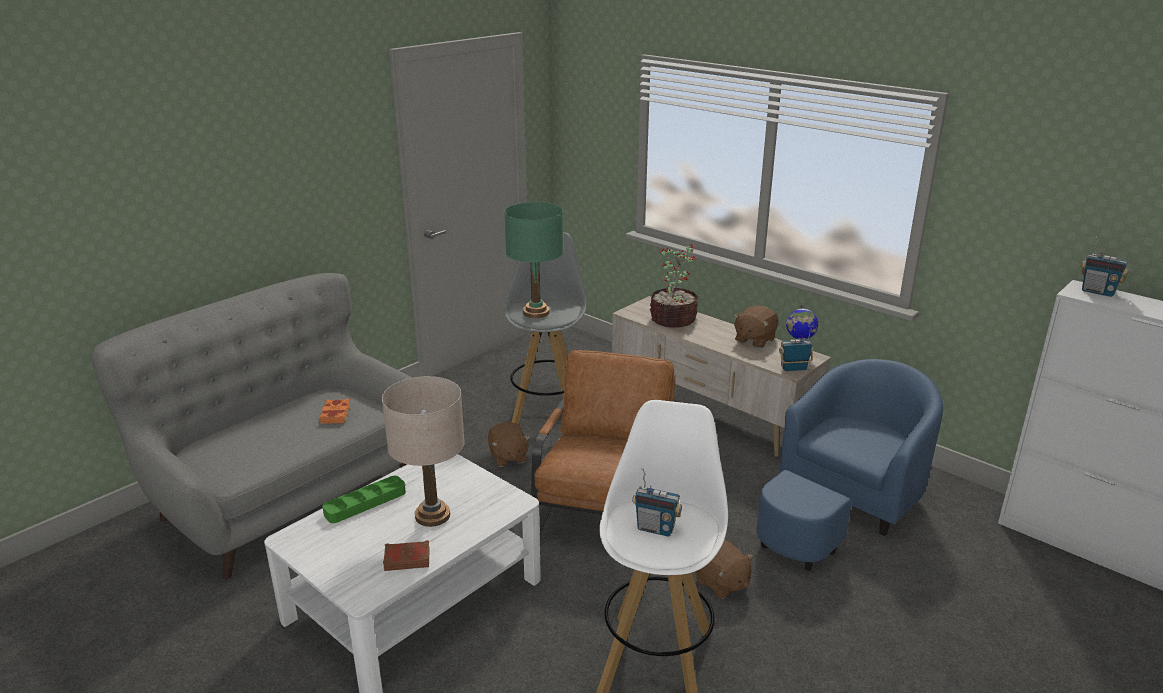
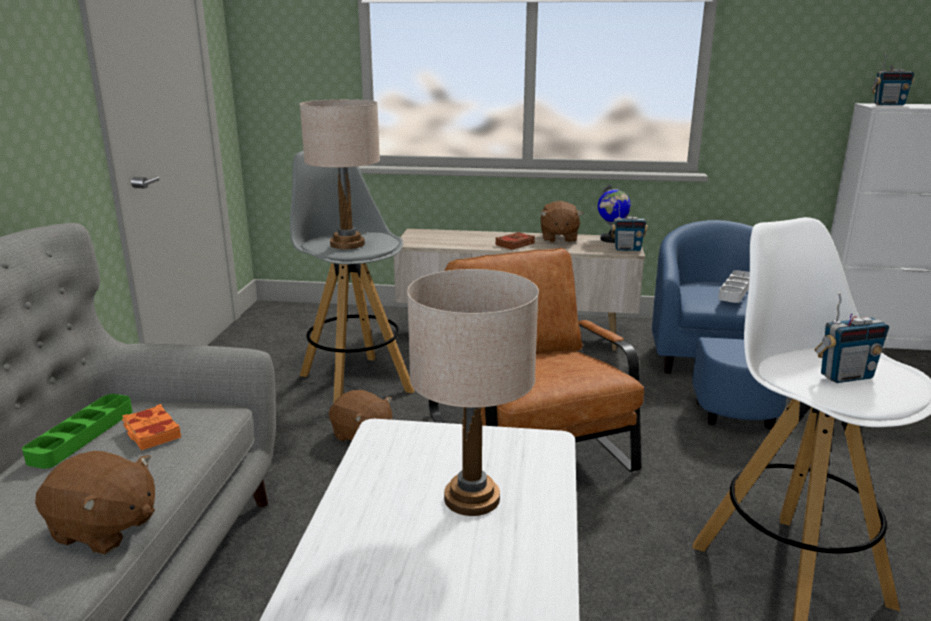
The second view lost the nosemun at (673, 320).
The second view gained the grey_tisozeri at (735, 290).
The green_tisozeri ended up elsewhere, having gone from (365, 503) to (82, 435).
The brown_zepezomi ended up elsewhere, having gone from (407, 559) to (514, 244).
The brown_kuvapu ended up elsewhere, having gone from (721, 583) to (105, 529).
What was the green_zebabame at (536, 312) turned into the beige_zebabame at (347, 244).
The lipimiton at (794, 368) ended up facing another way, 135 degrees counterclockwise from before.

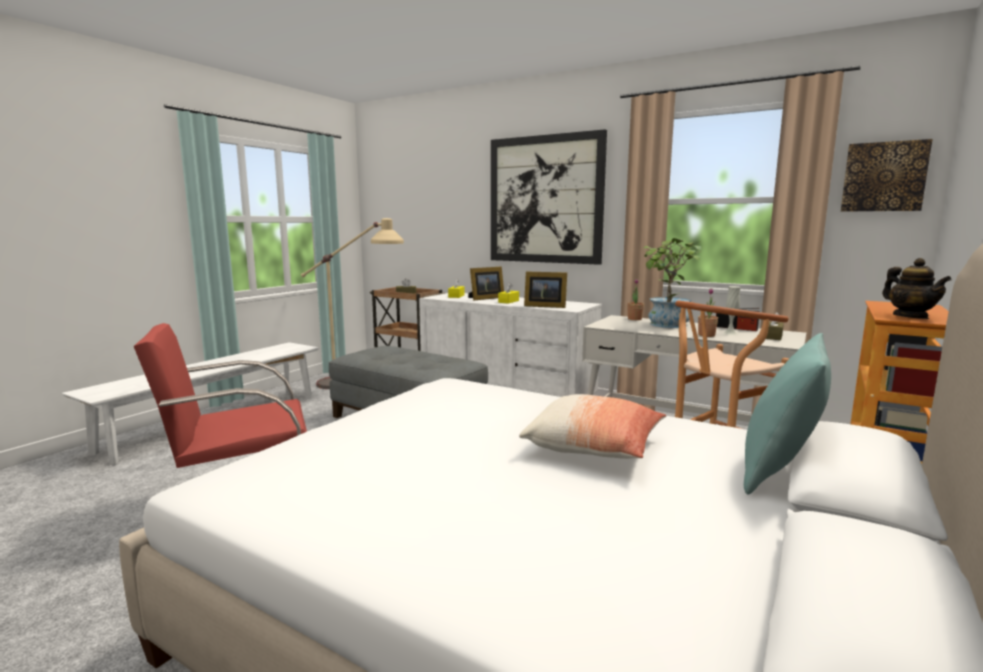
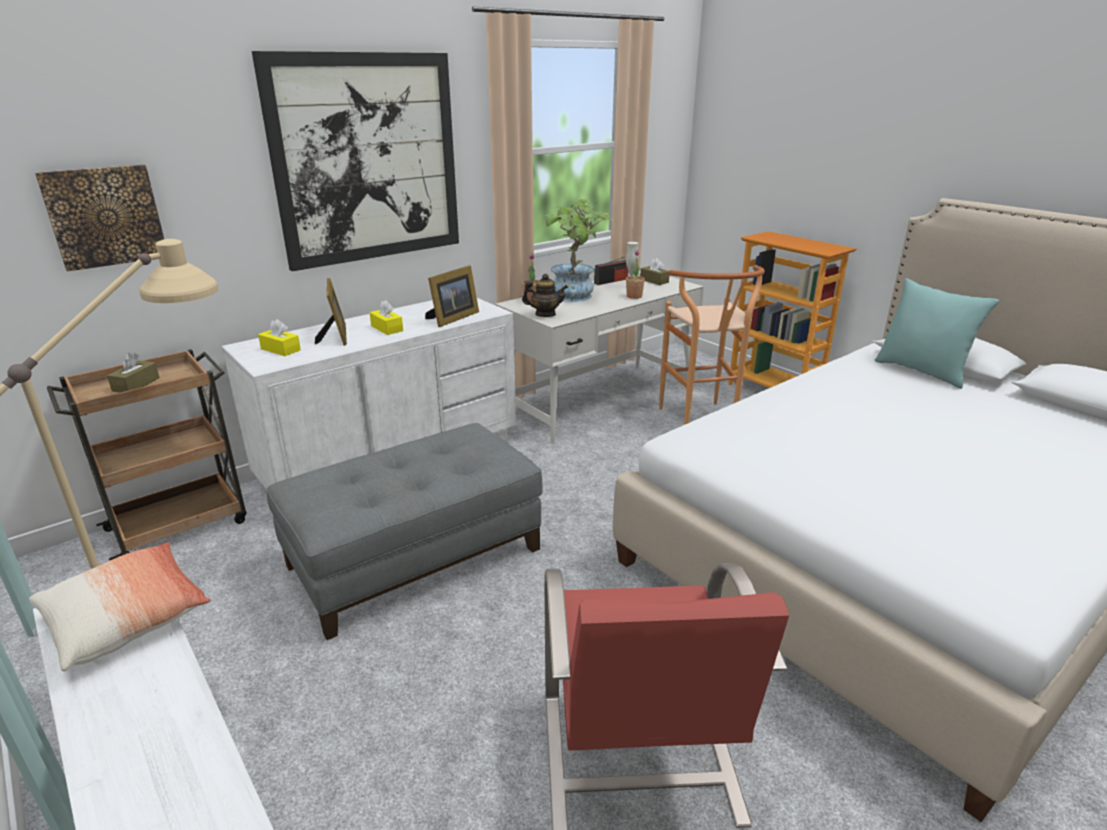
The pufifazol ended up elsewhere, having gone from (594, 446) to (127, 618).
The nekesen ended up elsewhere, having gone from (884, 177) to (105, 216).
The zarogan ended up elsewhere, having gone from (910, 317) to (545, 314).

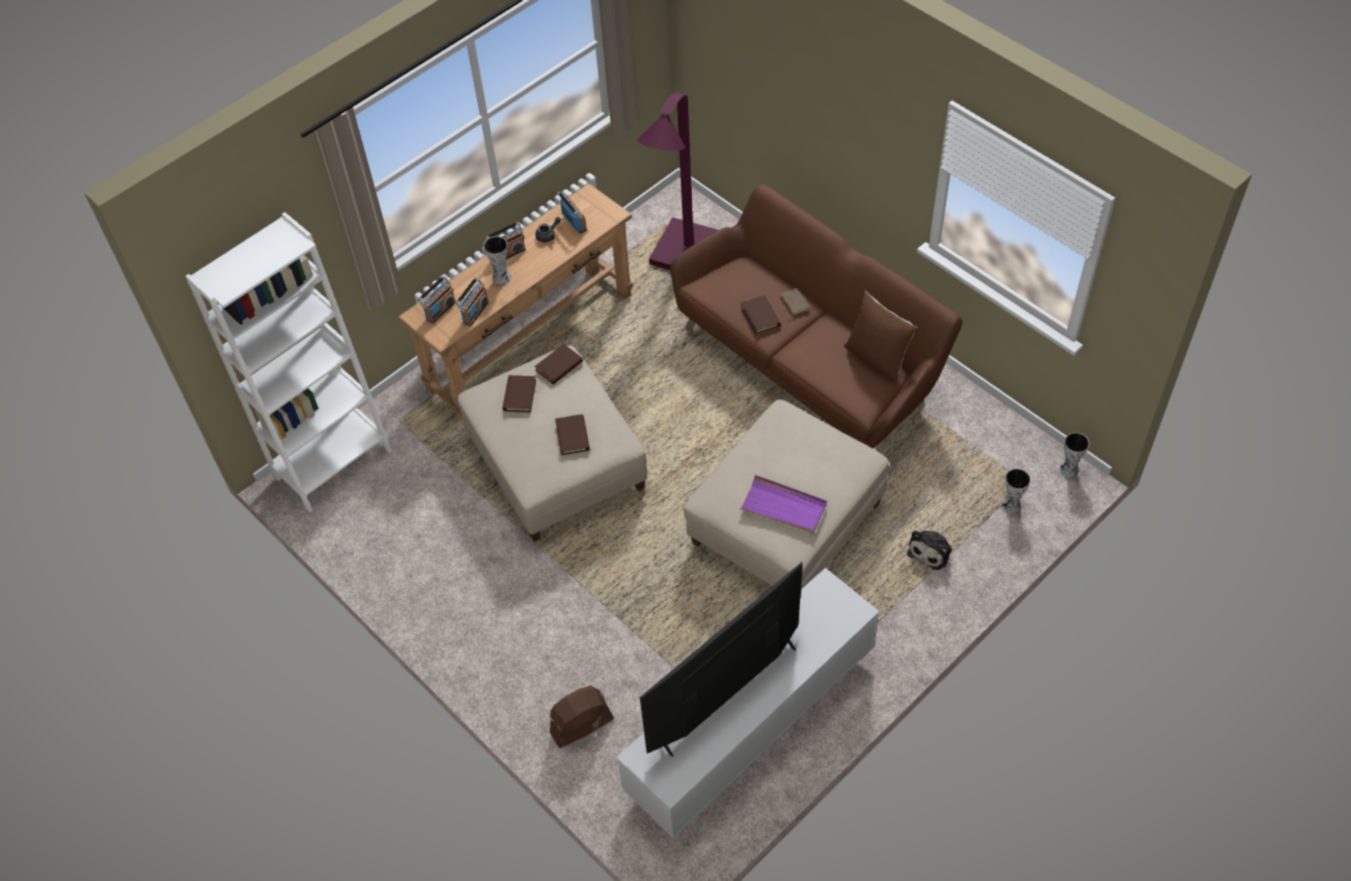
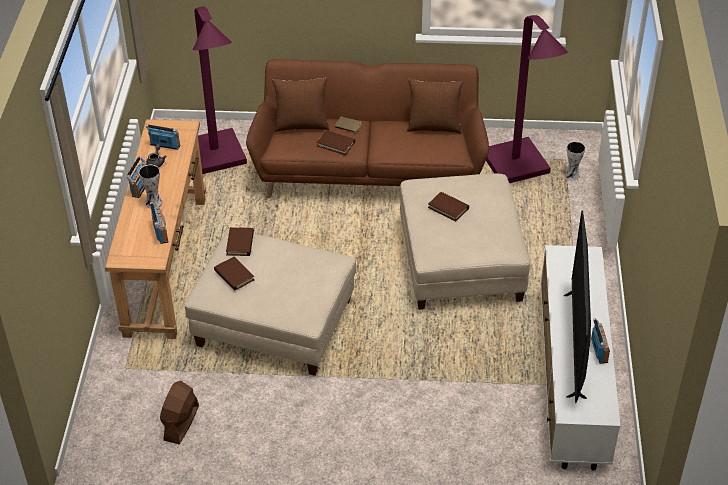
The second view lost the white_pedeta at (333, 464).
The second view lost the purple_tisozeri at (783, 507).
The second view lost the kuvapu at (931, 550).
The second view lost the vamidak at (1069, 471).
The second view gained the brown_pufifazol at (301, 125).
The second view gained the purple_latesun at (519, 170).
The lipimiton ended up elsewhere, having gone from (440, 310) to (599, 350).
The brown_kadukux ended up elsewhere, having gone from (581, 725) to (181, 423).
The brown_zepezomi ended up elsewhere, having gone from (572, 436) to (448, 208).

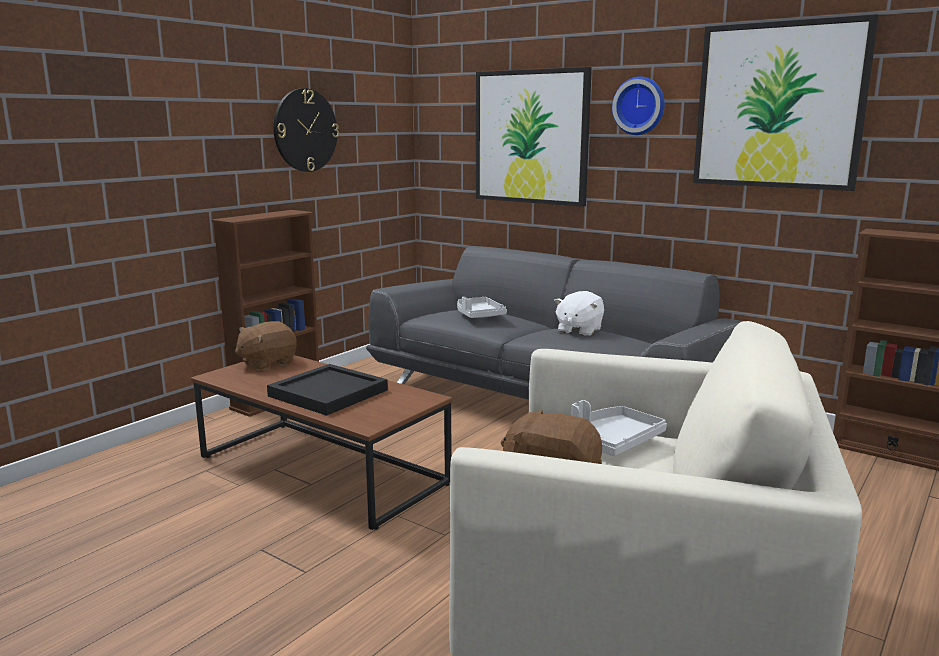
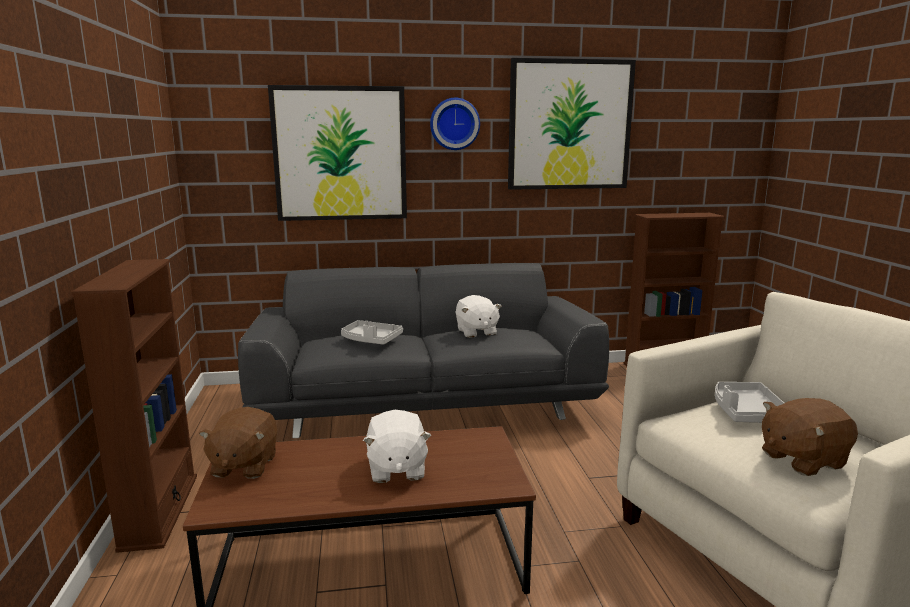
The second view lost the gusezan at (305, 130).
Where the black_tisozeri stood at (329, 393), the white_kuvapu came to stand at (396, 469).

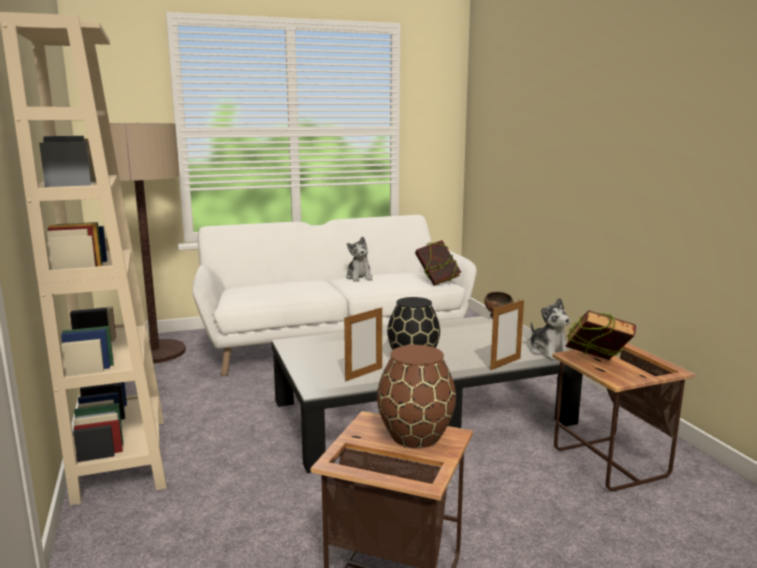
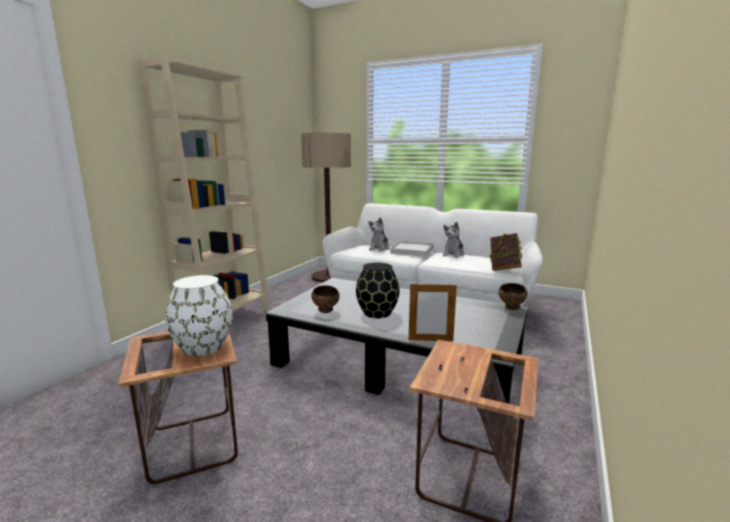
The second view lost the zepezomi at (596, 365).
The second view gained the white_tisozeri at (412, 251).
The kuvapu ended up elsewhere, having gone from (549, 351) to (379, 248).
Where the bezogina stood at (364, 374), the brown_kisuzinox came to stand at (326, 311).
What was the brown_vamidak at (414, 436) turned into the white_vamidak at (204, 346).

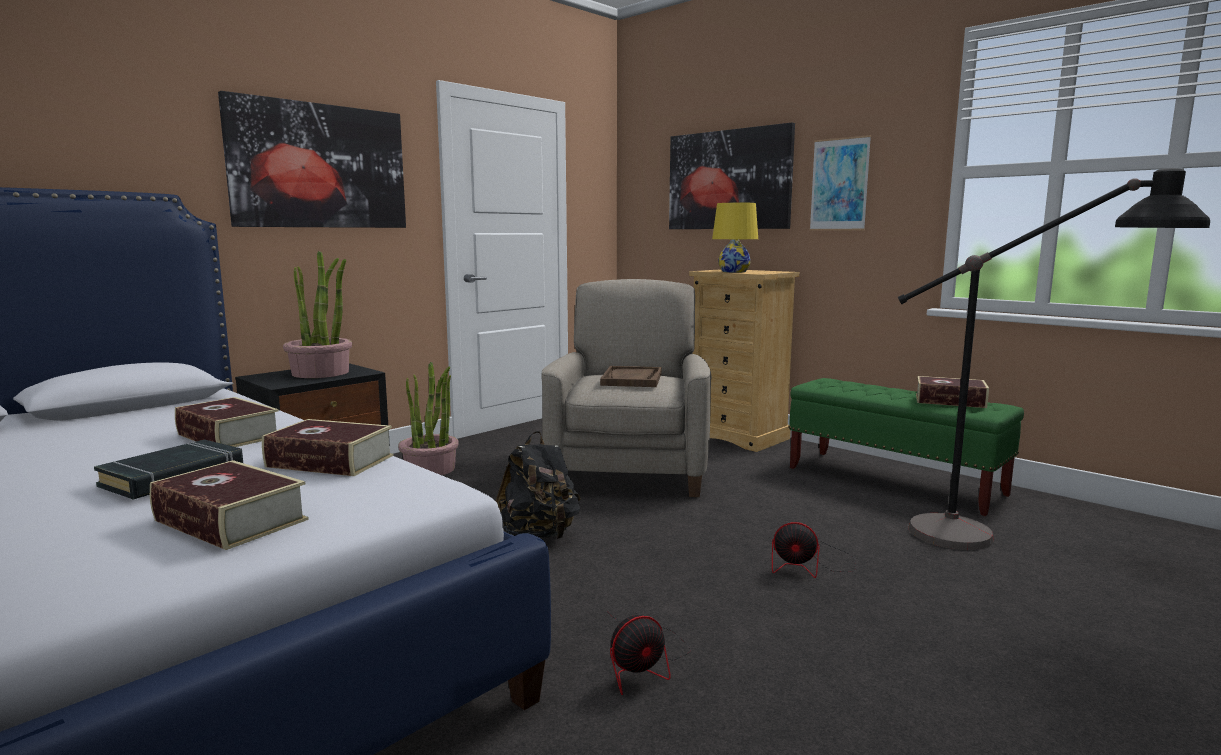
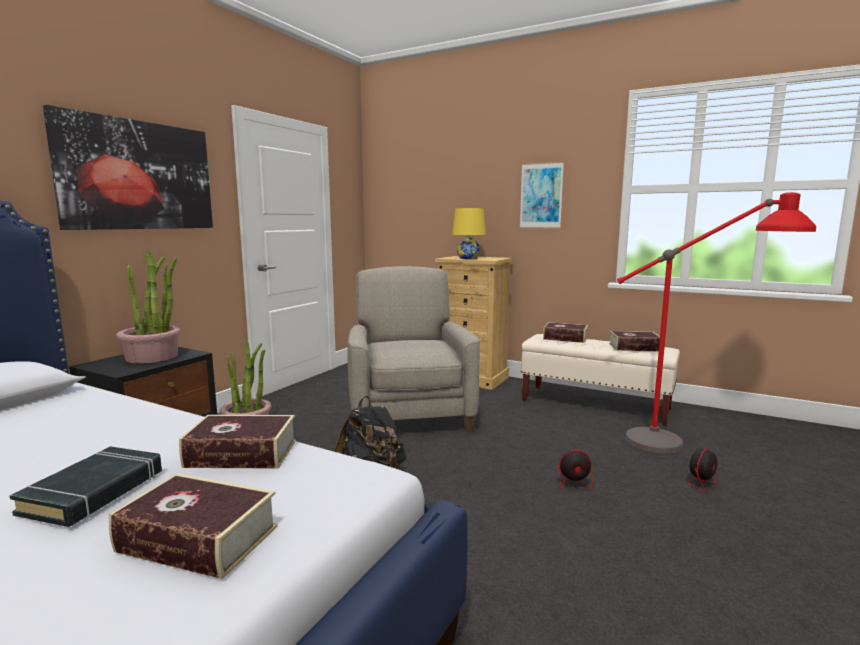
The second view lost the brown_tisozeri at (632, 379).
The second view lost the nekesen at (728, 180).
The zepezomi ended up elsewhere, having gone from (228, 436) to (565, 338).
The kadukux ended up elsewhere, having gone from (644, 663) to (692, 477).
What was the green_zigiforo at (894, 481) turned into the beige_zigiforo at (595, 405).
What was the black_latesun at (1012, 543) turned into the red_latesun at (694, 444).

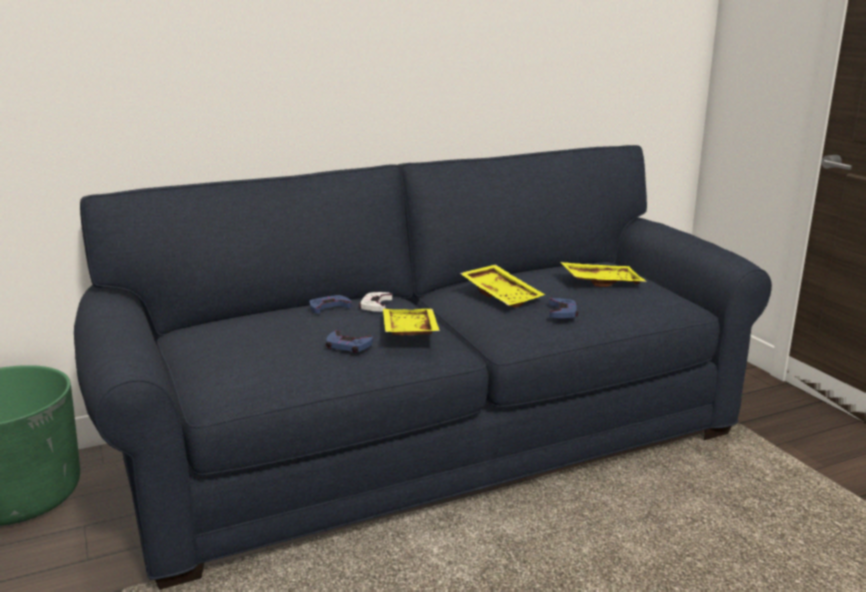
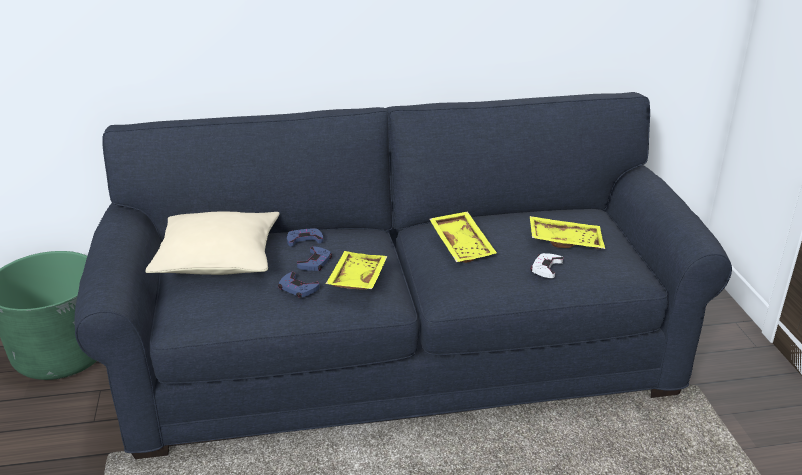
The second view gained the beige_pufifazol at (218, 259).
The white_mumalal ended up elsewhere, having gone from (375, 305) to (546, 268).
The blue_mumalal ended up elsewhere, having gone from (563, 312) to (315, 262).

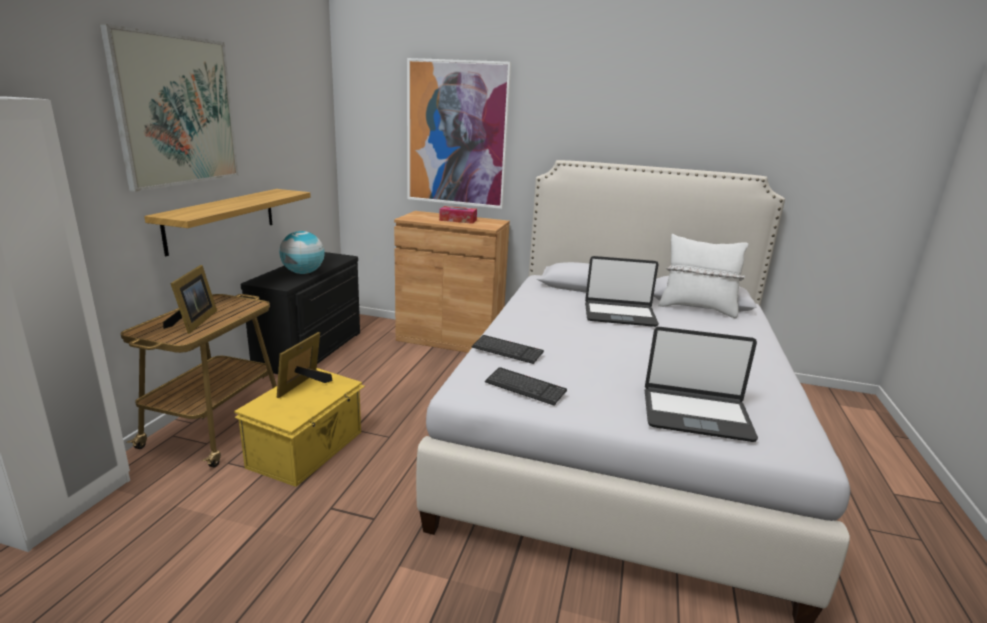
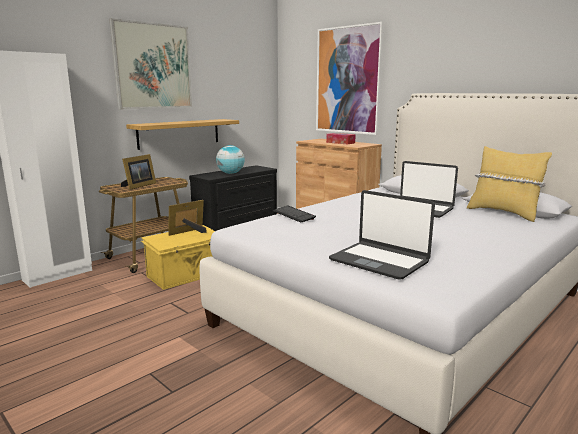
The second view lost the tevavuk at (525, 388).
What was the white_pufifazol at (697, 308) turned into the yellow_pufifazol at (503, 213).

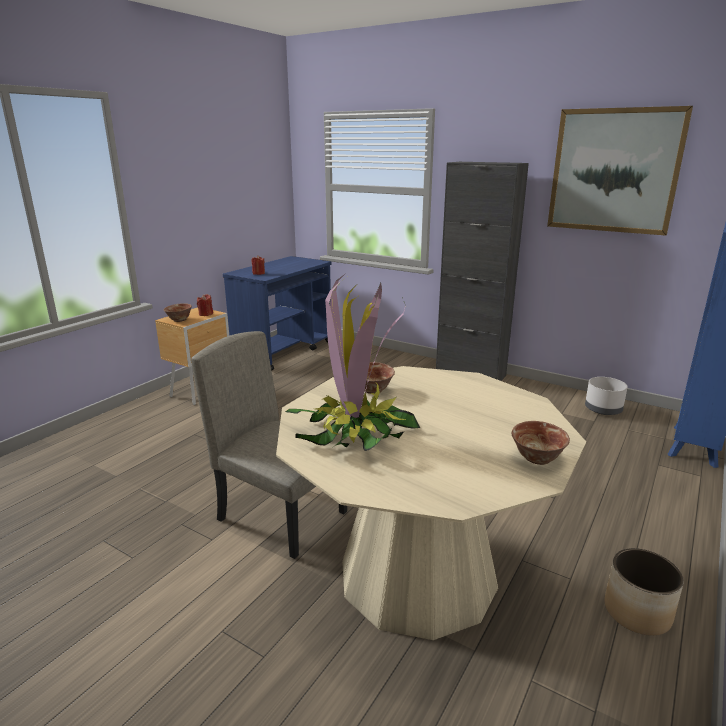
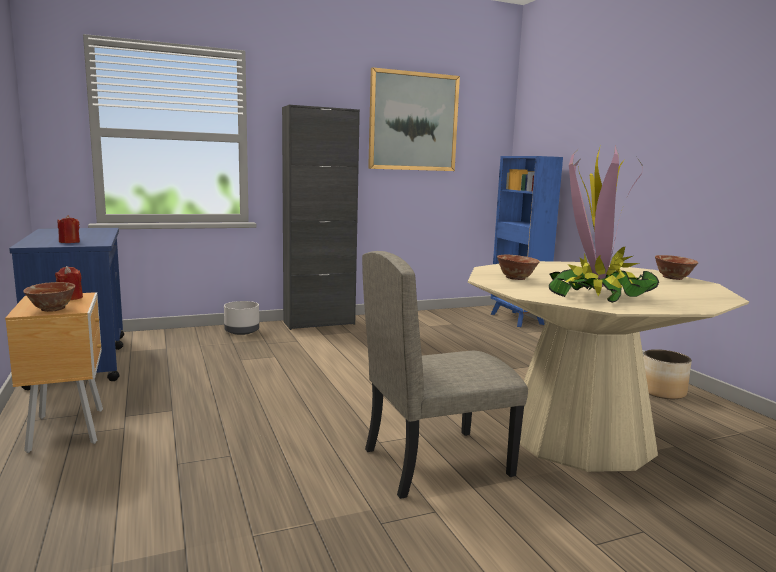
The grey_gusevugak ended up elsewhere, having gone from (603, 410) to (242, 331).

